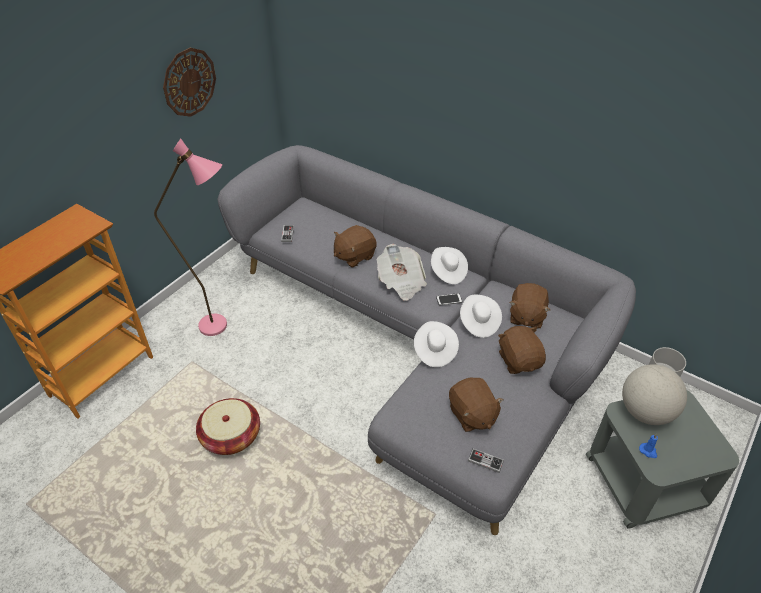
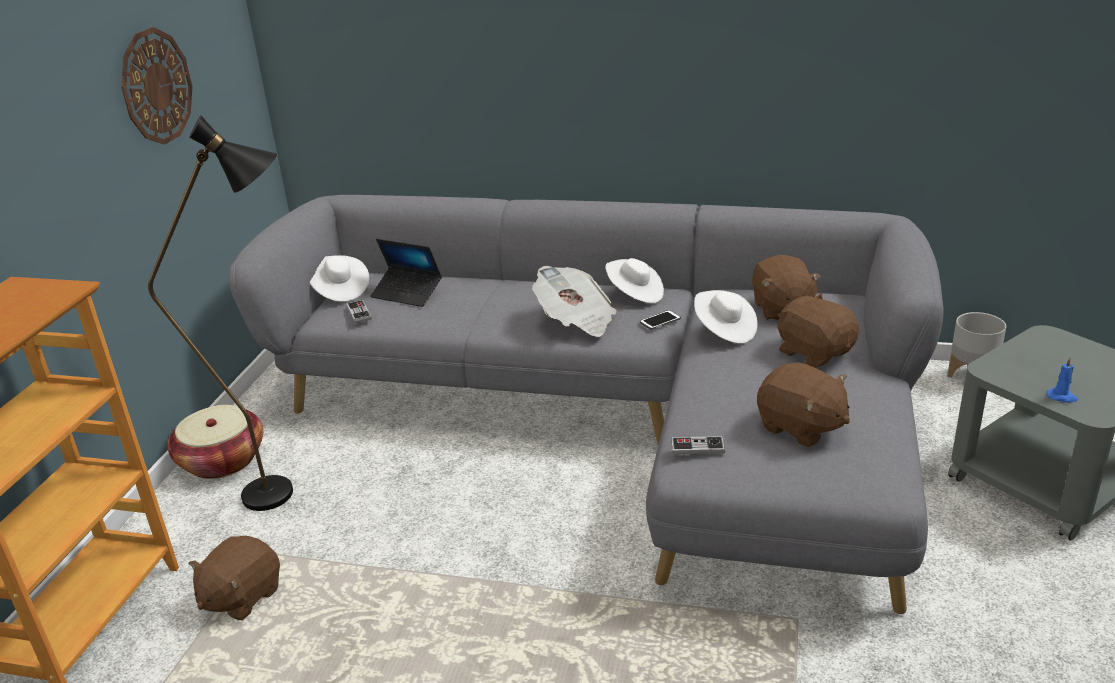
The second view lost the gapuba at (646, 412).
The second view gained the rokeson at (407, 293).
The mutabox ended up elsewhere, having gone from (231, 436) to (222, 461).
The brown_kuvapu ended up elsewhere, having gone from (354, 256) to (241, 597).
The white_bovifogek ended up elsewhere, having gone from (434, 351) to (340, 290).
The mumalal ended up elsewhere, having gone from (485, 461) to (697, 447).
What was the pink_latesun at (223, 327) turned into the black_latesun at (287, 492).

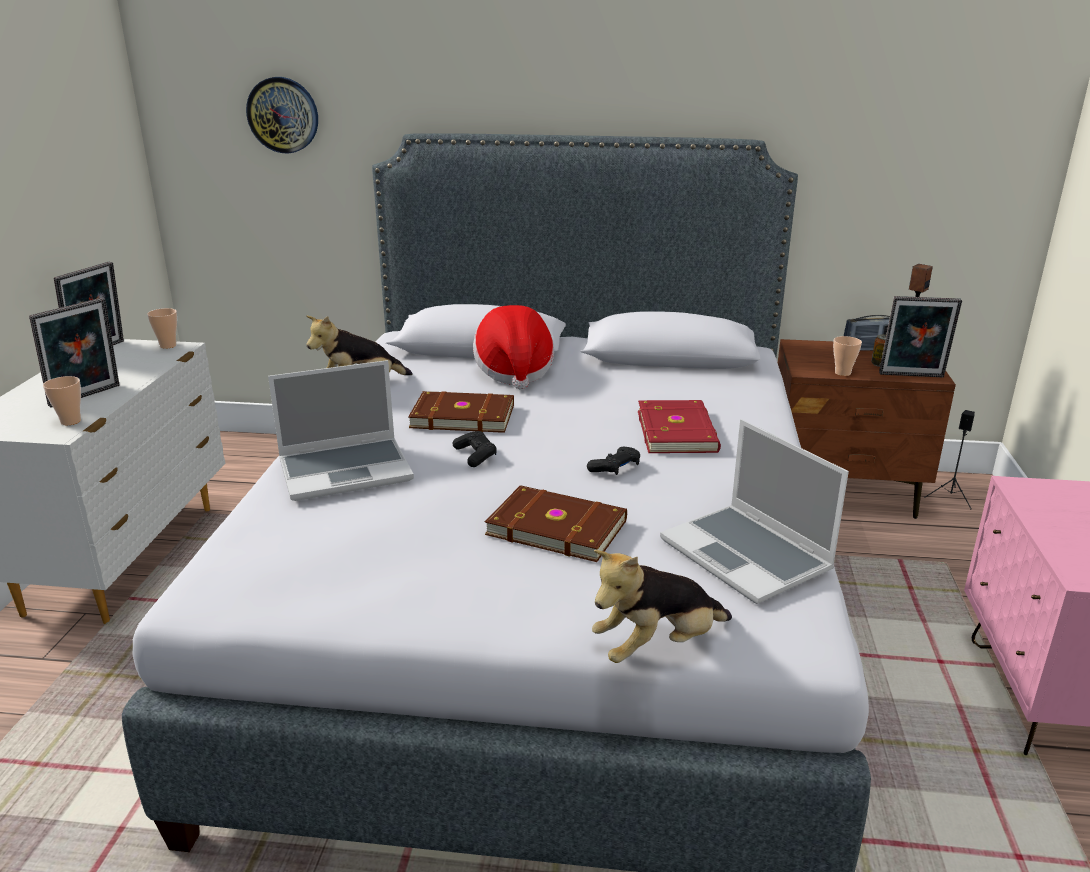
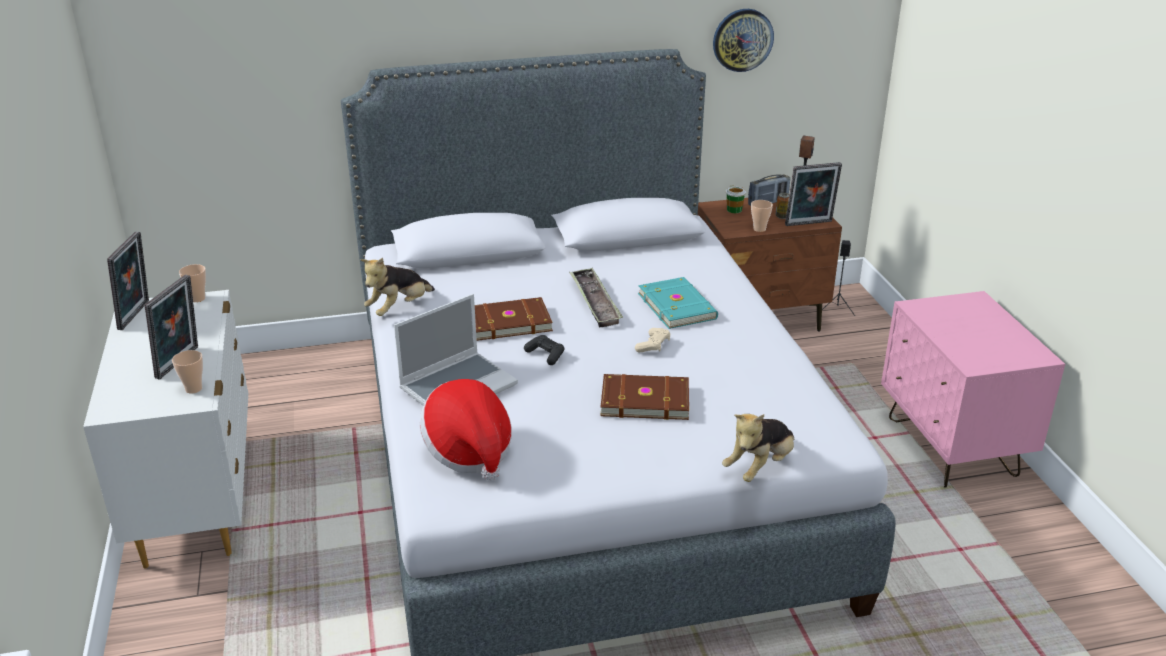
The second view lost the rokeson at (748, 556).
The second view gained the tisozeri at (595, 302).
The second view gained the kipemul at (734, 210).
The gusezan ended up elsewhere, having gone from (283, 115) to (742, 40).
The bovifogek ended up elsewhere, having gone from (514, 371) to (469, 451).
What was the black_mumalal at (615, 468) turned into the beige_mumalal at (653, 345).
What was the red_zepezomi at (678, 431) turned into the turquoise_zepezomi at (678, 306).

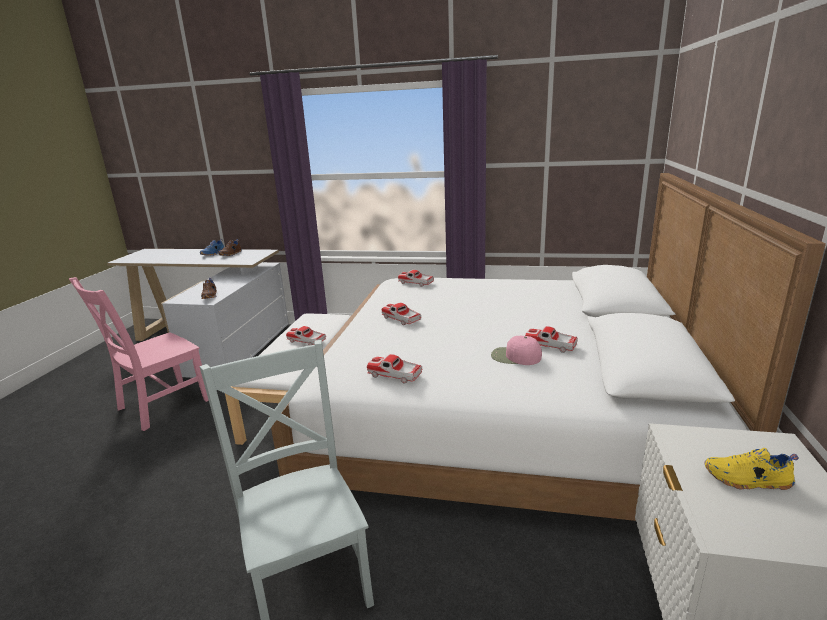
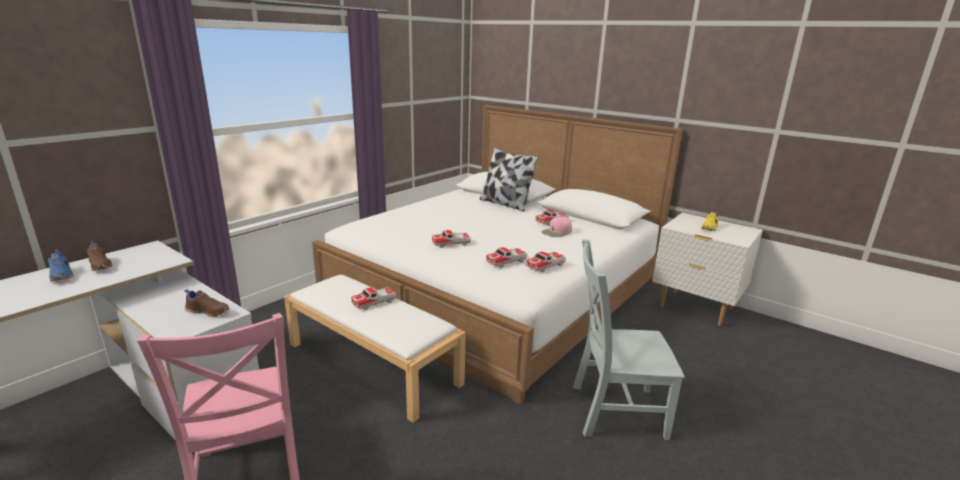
The second view gained the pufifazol at (505, 204).
The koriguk ended up elsewhere, having gone from (416, 283) to (506, 261).

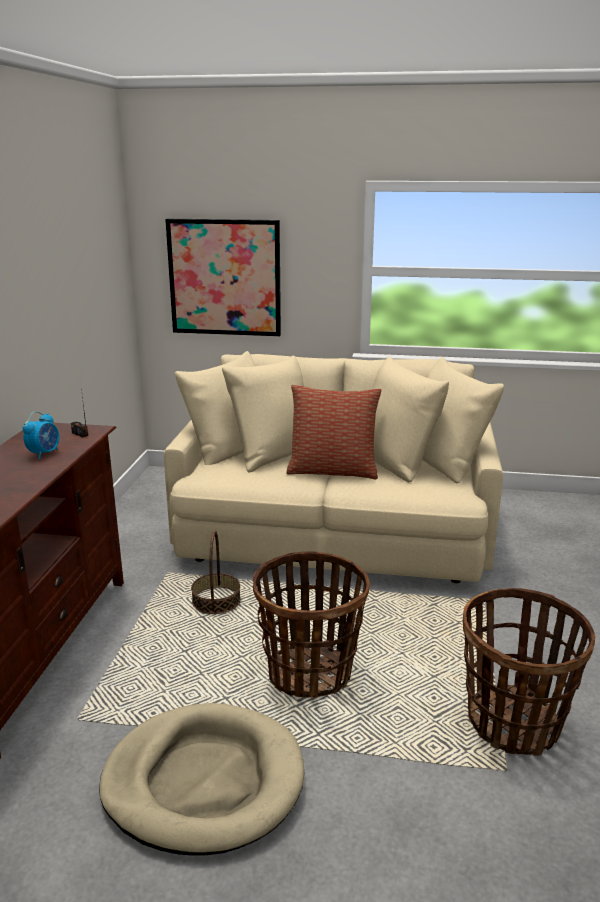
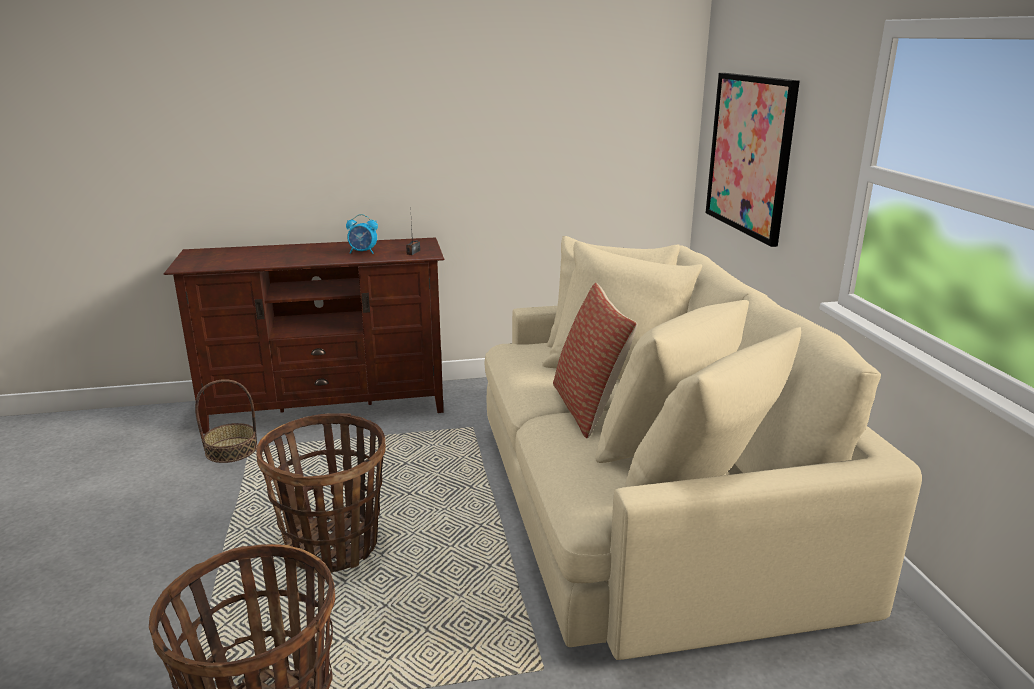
The second view lost the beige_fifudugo at (204, 781).
The mutabox ended up elsewhere, having gone from (216, 600) to (231, 450).

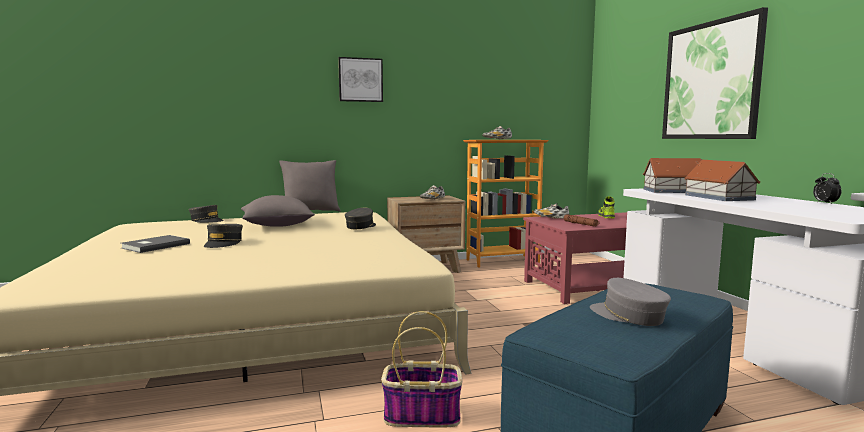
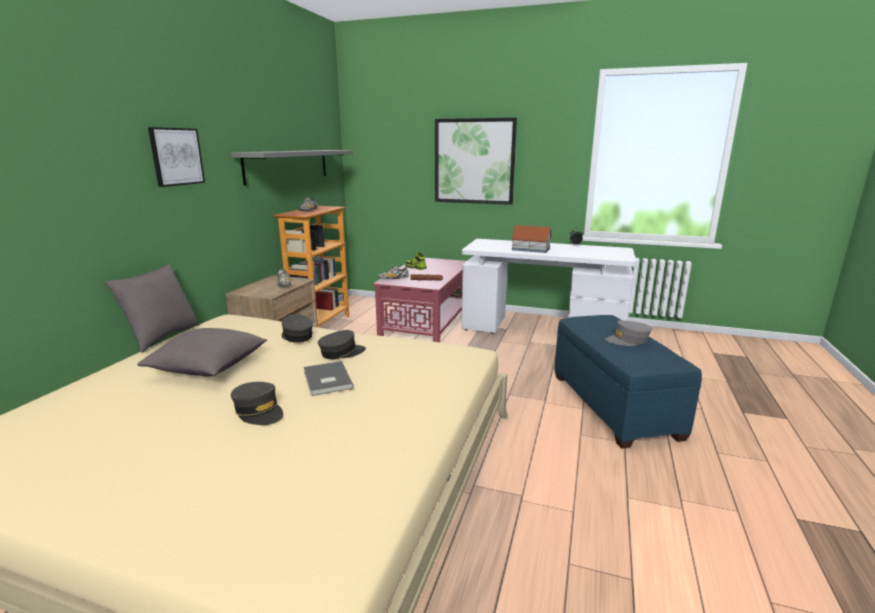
The second view lost the mutabox at (423, 415).
The second view lost the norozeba at (674, 191).
The second view gained the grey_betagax at (288, 165).
The grey_zepezomi ended up elsewhere, having gone from (154, 246) to (326, 380).
The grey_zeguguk ended up elsewhere, having gone from (206, 220) to (342, 352).

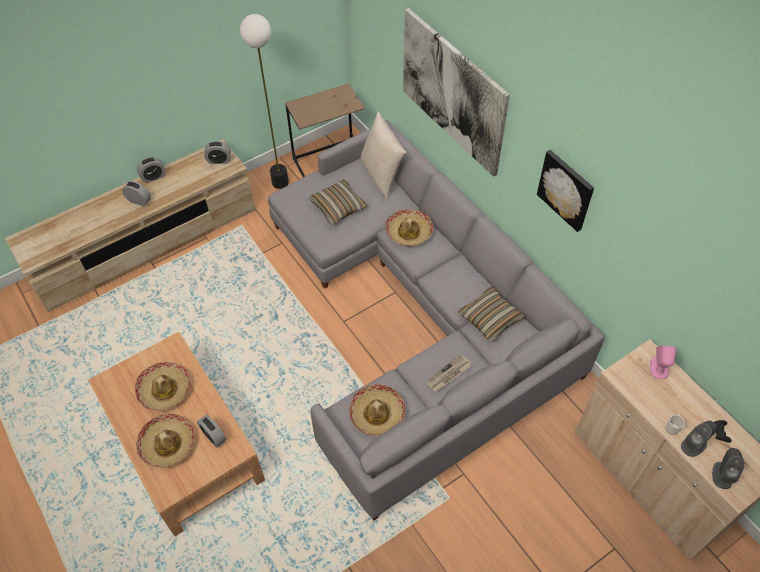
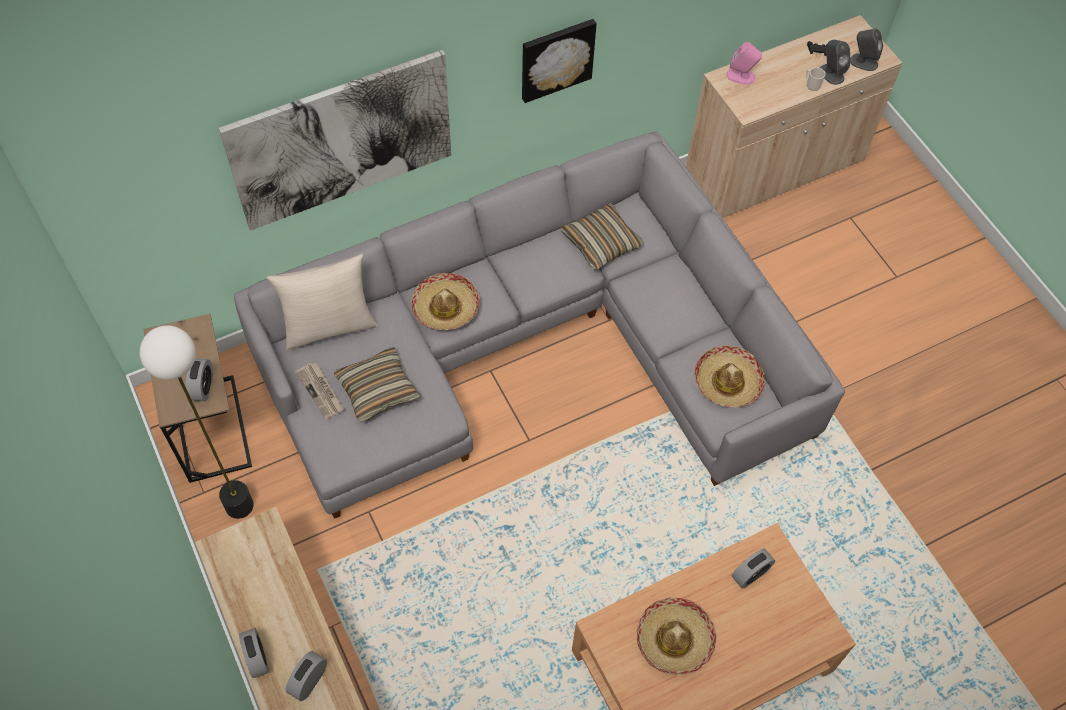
The second view lost the bovifogek at (167, 444).
The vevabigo ended up elsewhere, having gone from (219, 160) to (203, 387).
The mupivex ended up elsewhere, having gone from (448, 374) to (321, 391).

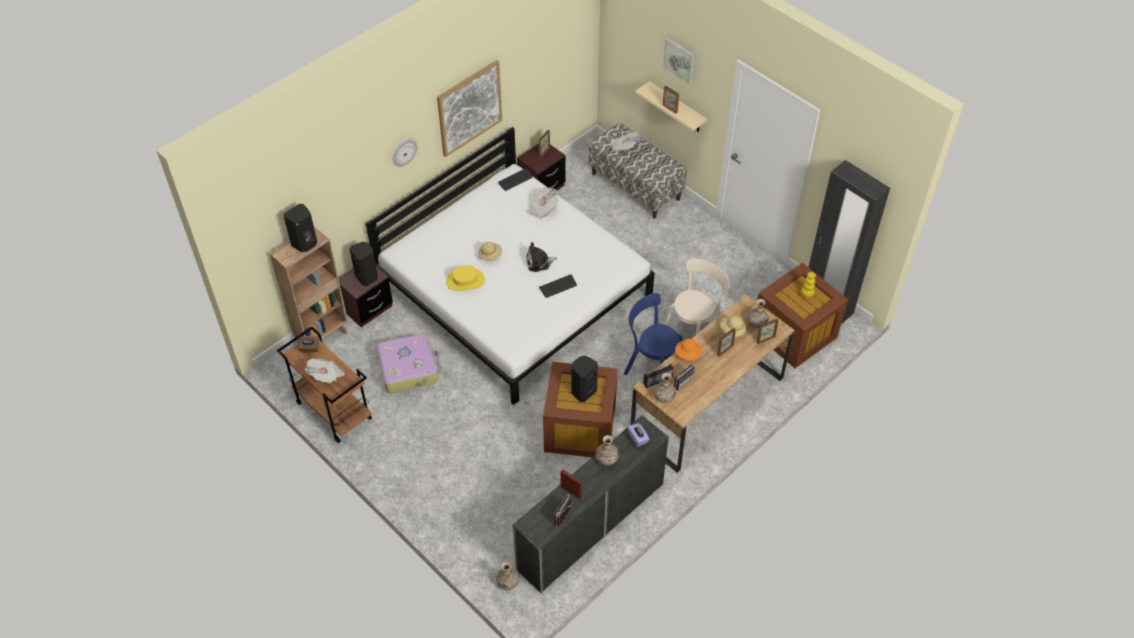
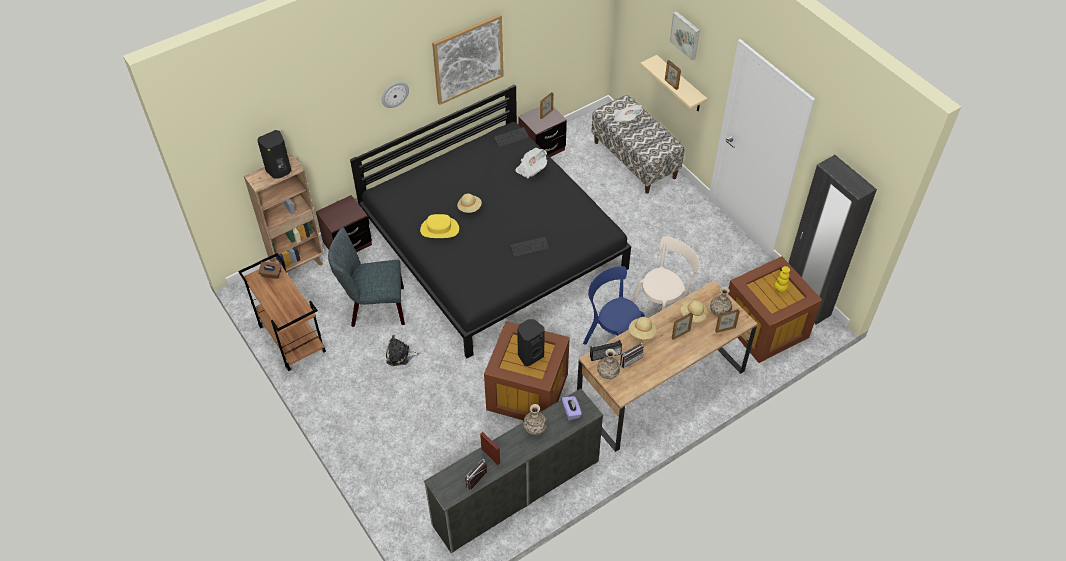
The second view lost the mupivex at (326, 376).
The second view lost the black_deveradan at (367, 277).
The second view lost the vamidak at (507, 582).
The kuvapu ended up elsewhere, having gone from (539, 262) to (400, 355).
Where the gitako stood at (409, 368), the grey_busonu came to stand at (373, 308).
What was the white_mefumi at (514, 290) turned into the black_mefumi at (493, 245).
What was the orange_bovifogek at (688, 354) turned into the beige_bovifogek at (642, 333).

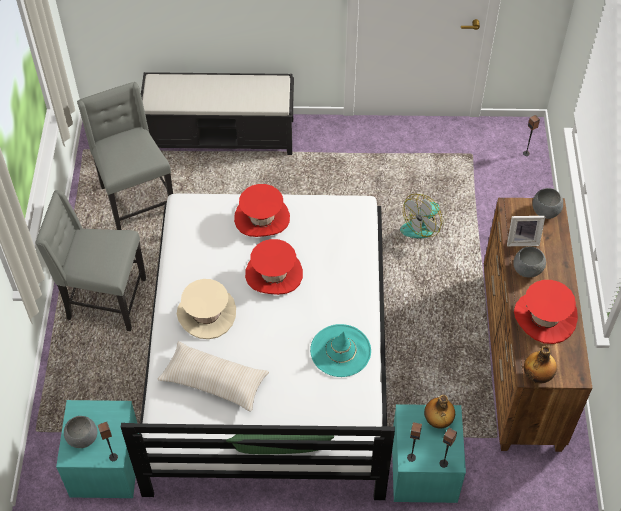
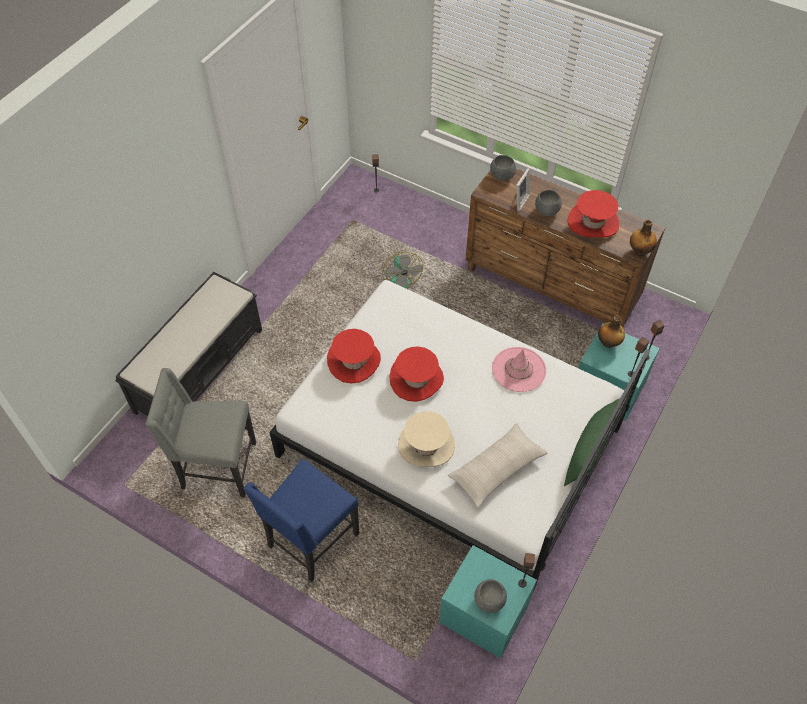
What was the grey_busonu at (104, 300) turned into the blue_busonu at (311, 541).
What was the turquoise_bovifogek at (340, 351) turned into the pink_bovifogek at (518, 369).

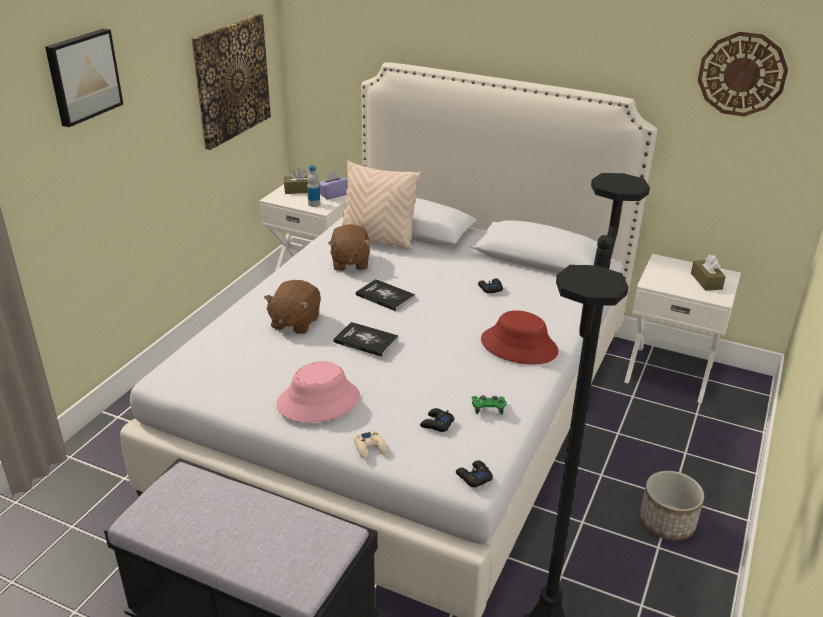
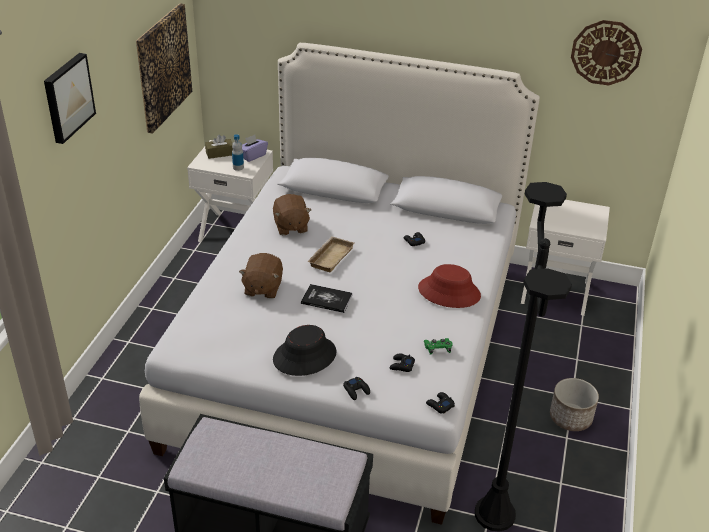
The second view lost the beige_pufifazol at (378, 240).
The second view lost the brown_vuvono at (706, 281).
Where the zepezomi stood at (385, 296), the beige_tisozeri came to stand at (330, 256).
What was the pink_bovifogek at (318, 401) turned into the black_bovifogek at (304, 356).
What was the beige_mumalal at (370, 447) turned into the black_mumalal at (356, 390).

